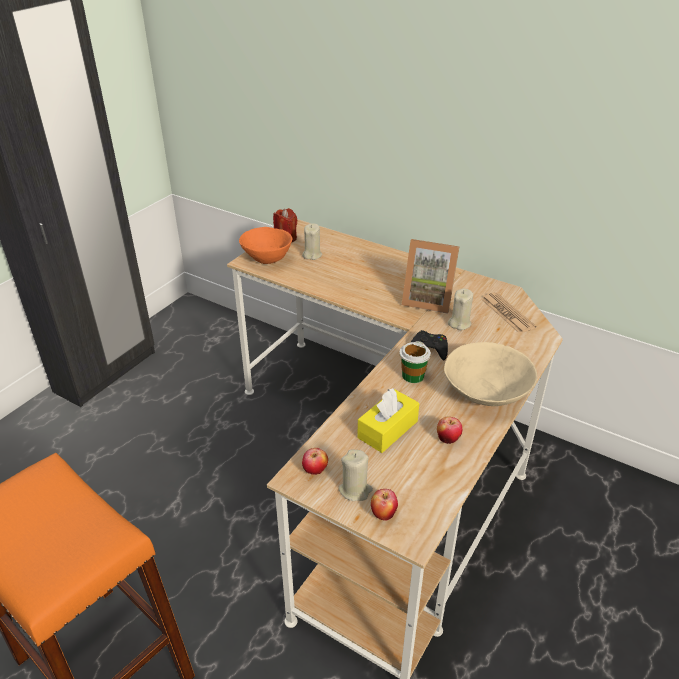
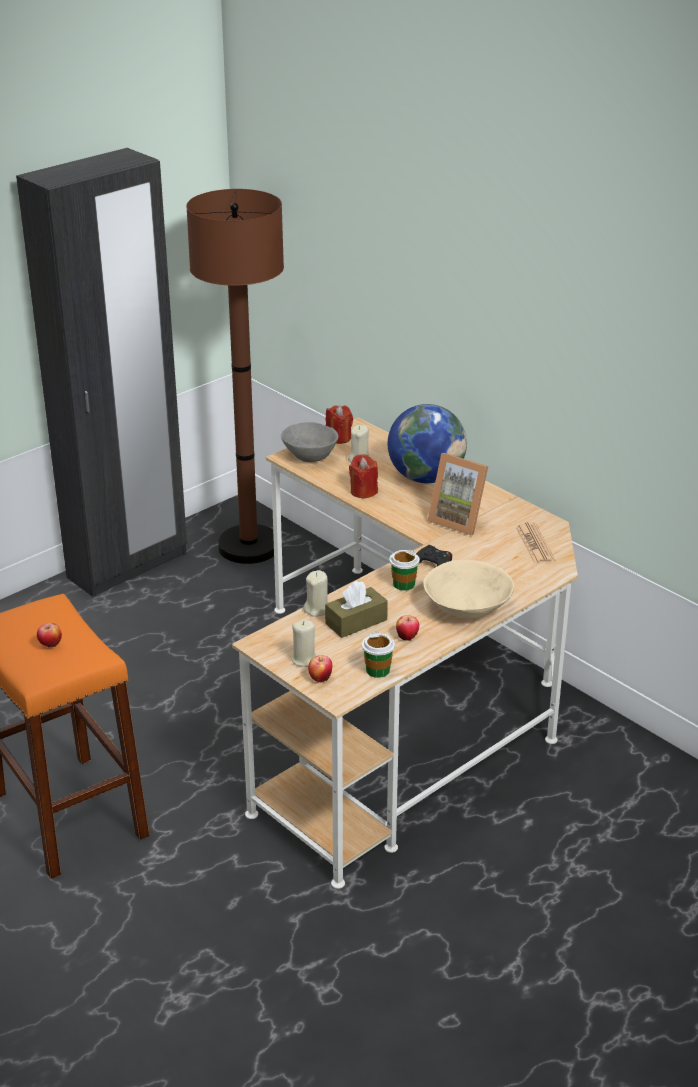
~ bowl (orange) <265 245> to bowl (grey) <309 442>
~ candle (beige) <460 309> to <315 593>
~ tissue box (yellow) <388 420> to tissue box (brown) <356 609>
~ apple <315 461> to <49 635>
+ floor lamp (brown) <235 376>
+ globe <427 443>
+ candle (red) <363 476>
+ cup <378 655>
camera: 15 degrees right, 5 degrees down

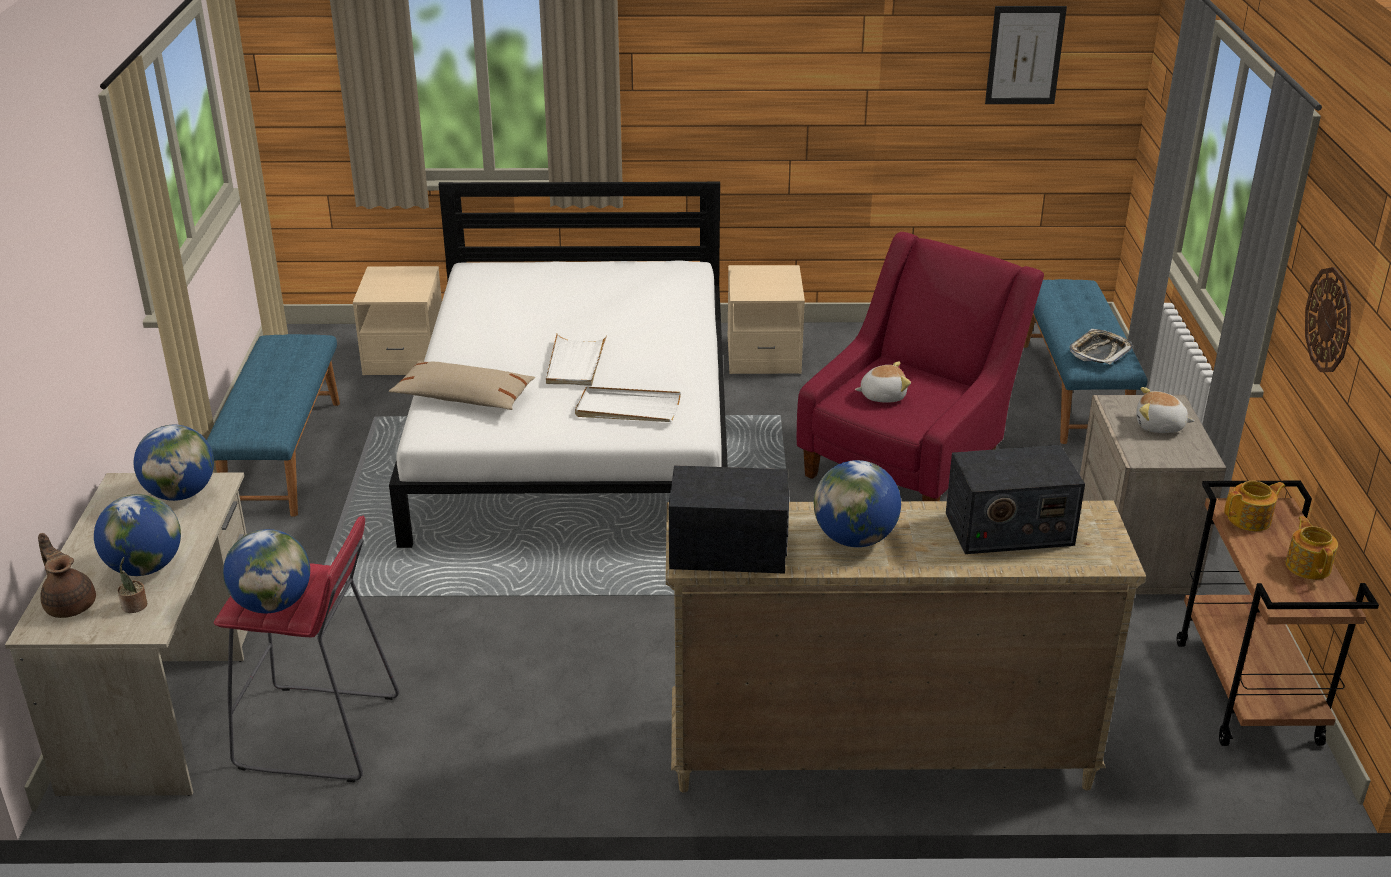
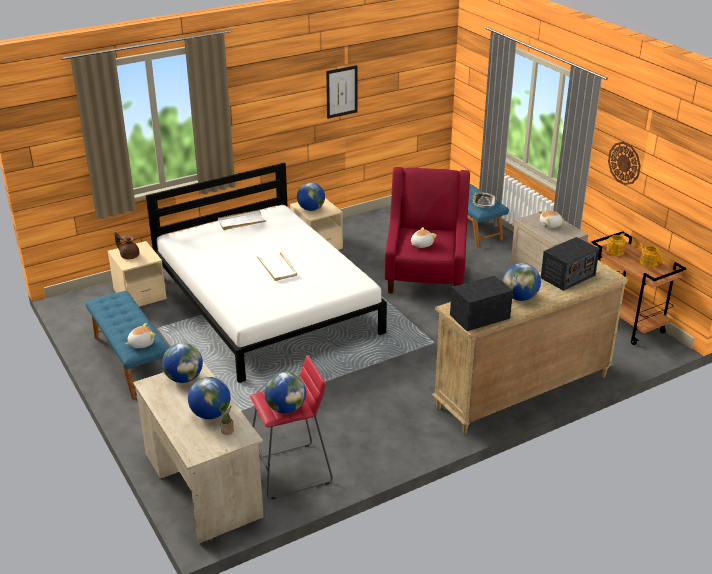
~ picture <1026 55> to <341 92>
- pillow (beige) <462 385>
~ tray (white) <628 404> to <242 220>
~ teapot (brown) <67 575> to <126 245>
+ globe <311 197>
+ plush toy <140 335>
camera: 30 degrees left, 0 degrees up

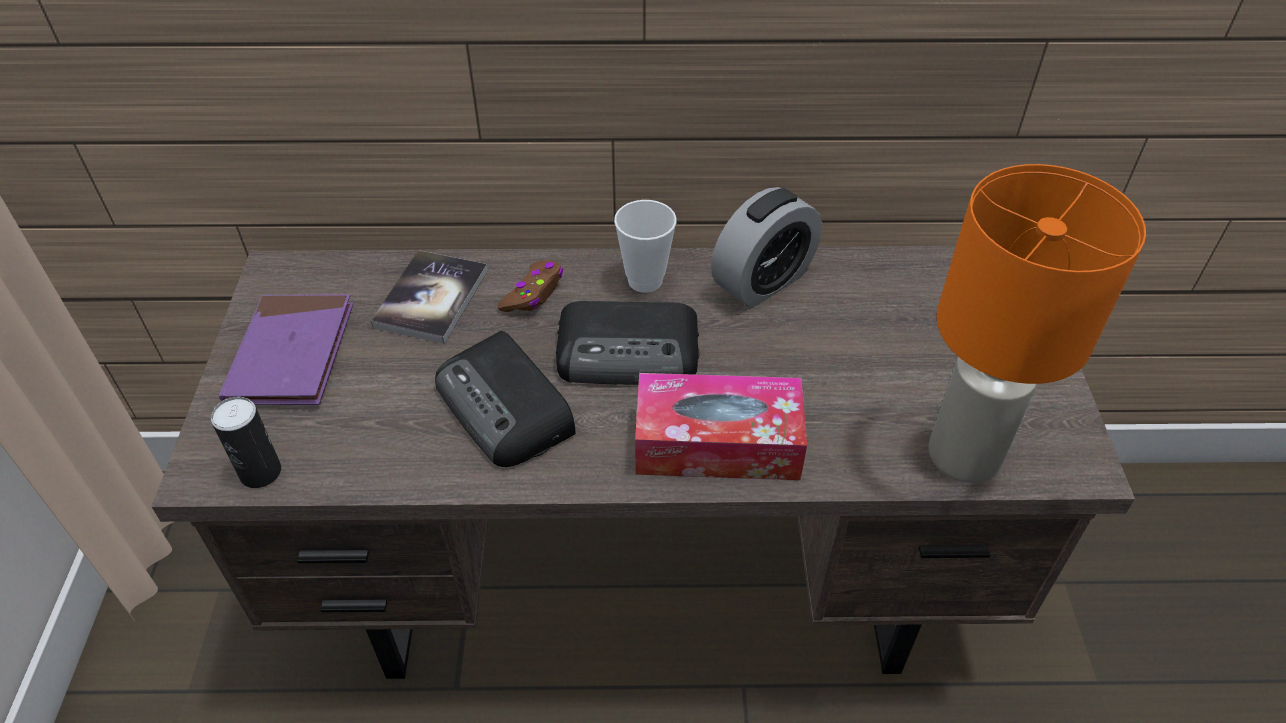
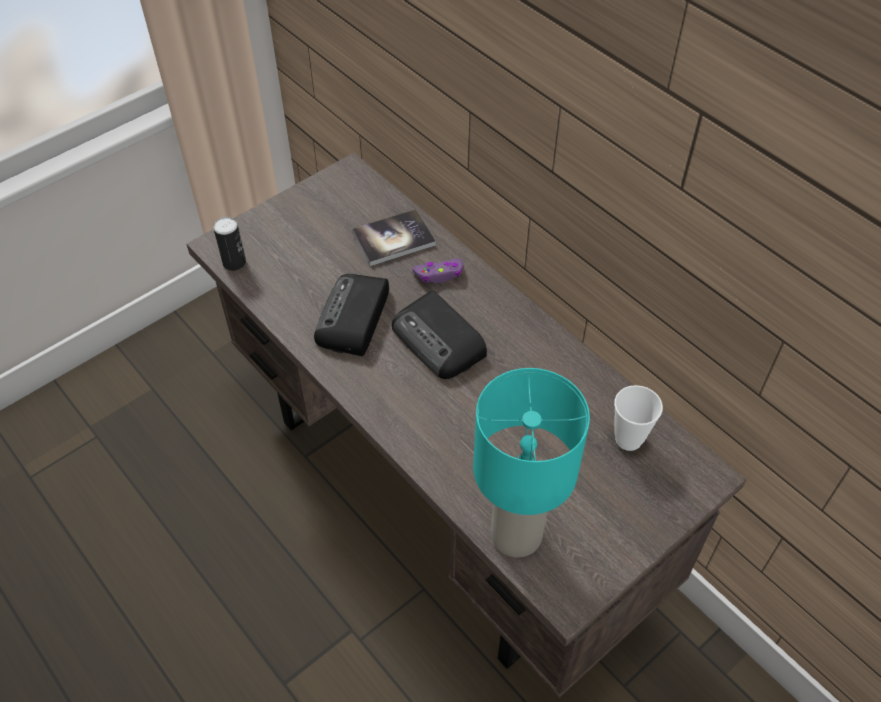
~ table lamp (orange) <1037 323> to table lamp (turquoise) <531 463>
- alarm clock <766 247>
~ cup <645 246> to <638 418>
~ game controller (brown) <530 286> to game controller (purple) <437 270>
- book (purple) <286 349>
- tissue box <721 426>
camera: 50 degrees right, 5 degrees up

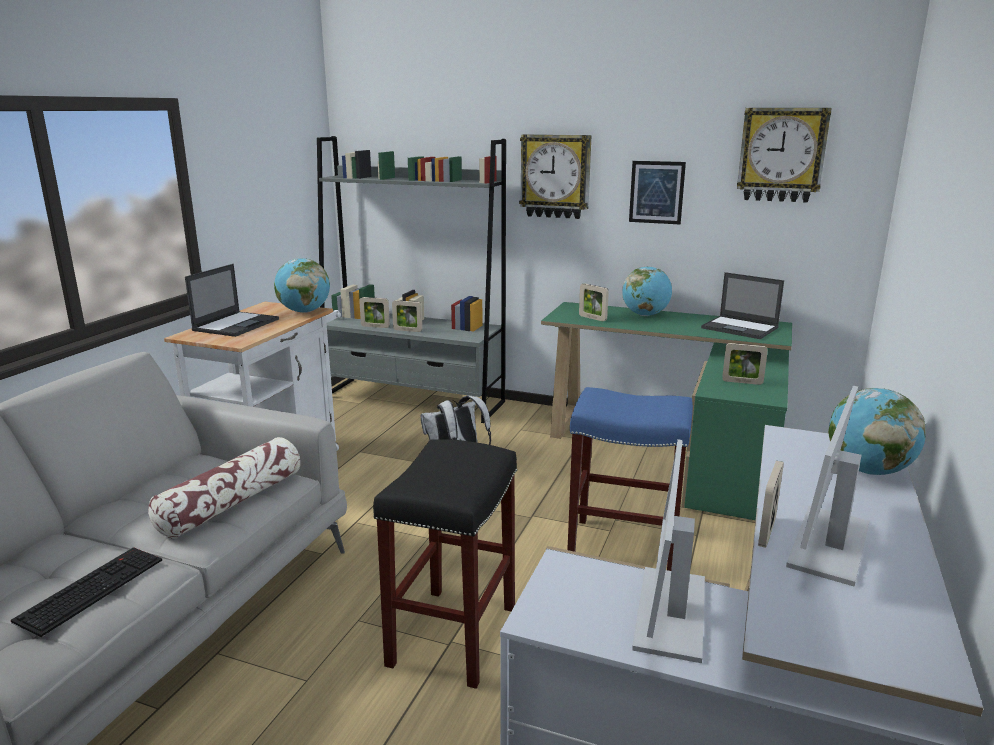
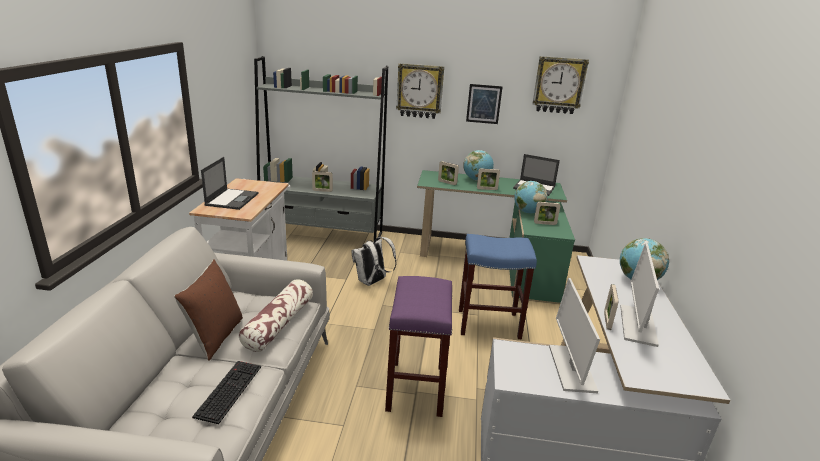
~ globe <302 285> to <531 197>
~ picture frame <374 312> to <488 179>
~ stool (black) <445 564> to stool (purple) <418 346>
+ pillow (brown) <208 310>
camera: 15 degrees left, 5 degrees up

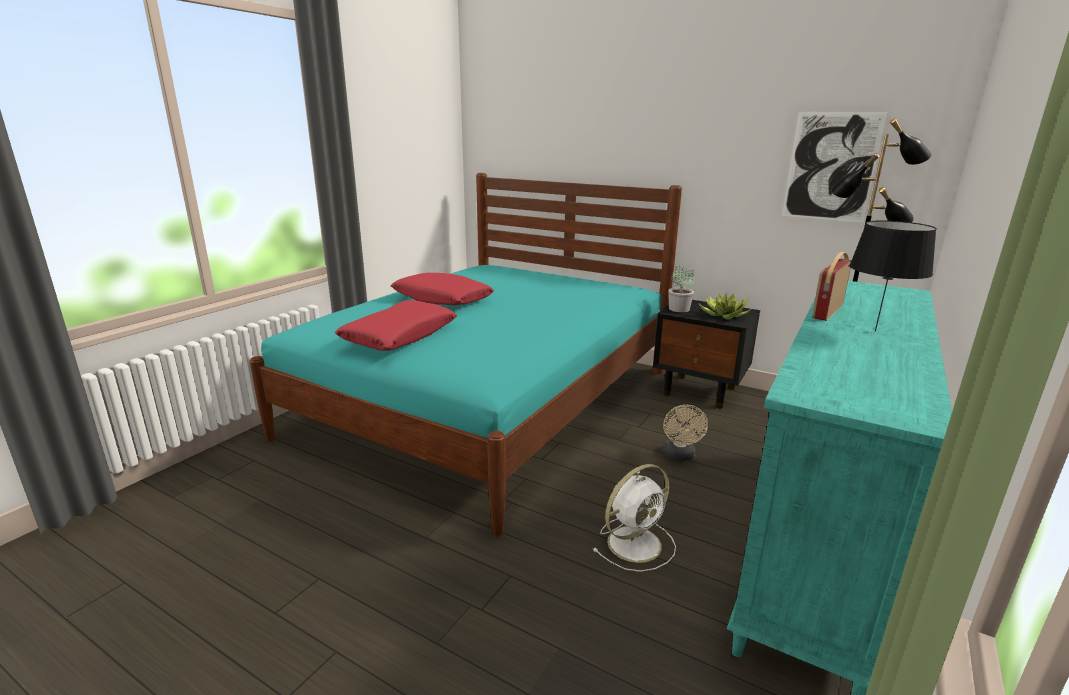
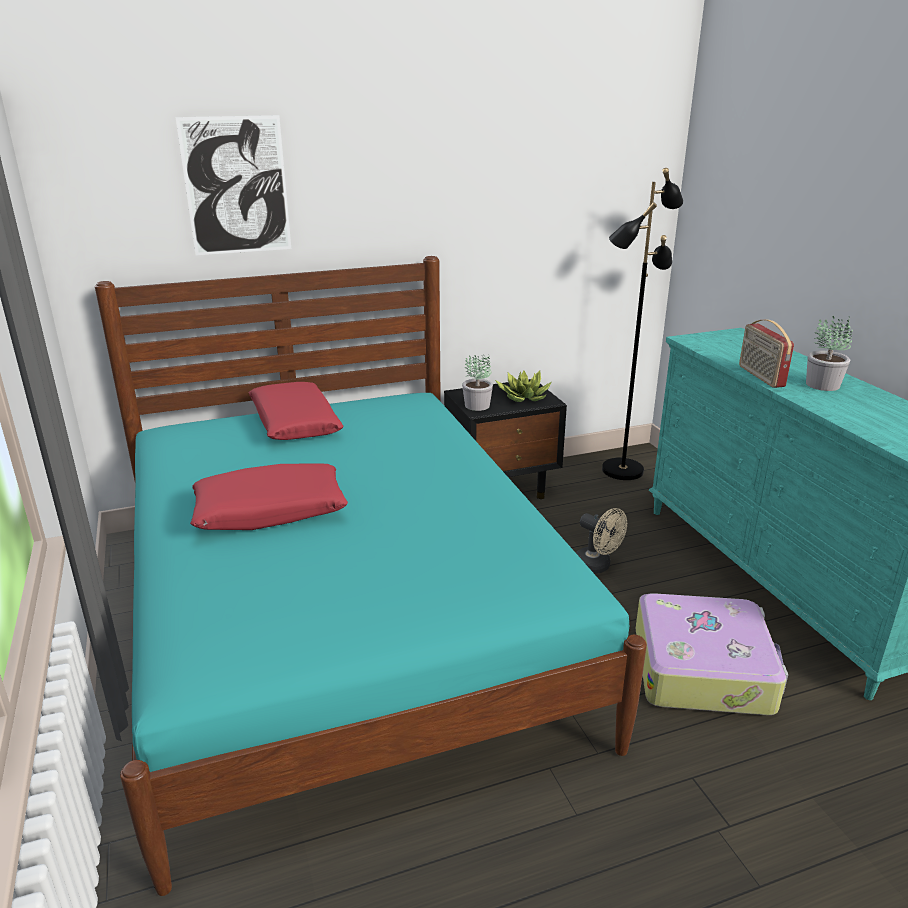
~ picture <834 167> to <233 185>
~ table lamp (black) <893 276> to potted plant <829 353>
~ pillow (red) <395 325> to <296 411>
~ fan (white) <634 518> to suitcase <711 654>
camera: 50 degrees left, 5 degrees up

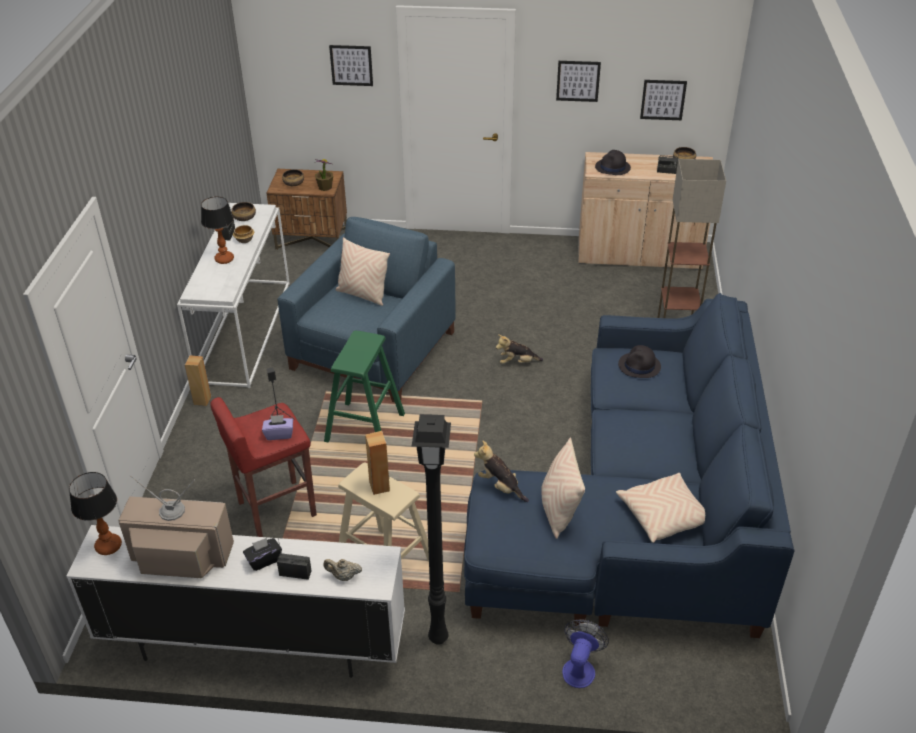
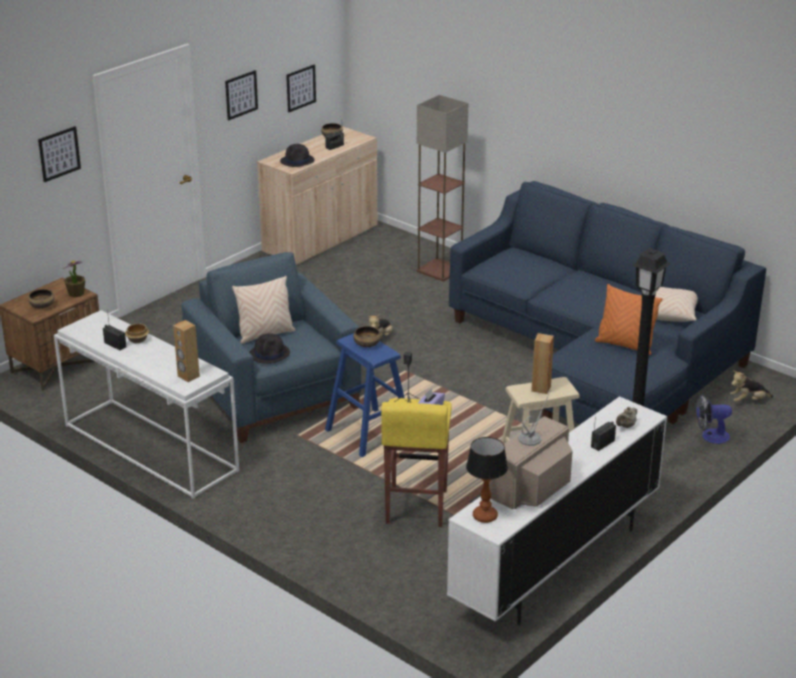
- table lamp <217 230>
~ bowl <243 211> to <367 336>
~ stool (green) <364 386> to stool (blue) <365 395>
~ hat (black) <639 361> to <269 348>
~ speaker (brown) <198 380> to <186 351>
~ stool (red) <263 467> to stool (yellow) <416 462>
~ pillow (beige) <563 488> to pillow (orange) <629 319>
~ plush toy <501 471> to <751 386>
- tissue box (black) <262 554>
~ fan <585 653> = <714 419> 60 degrees counterclockwise
camera: 55 degrees left, 10 degrees down

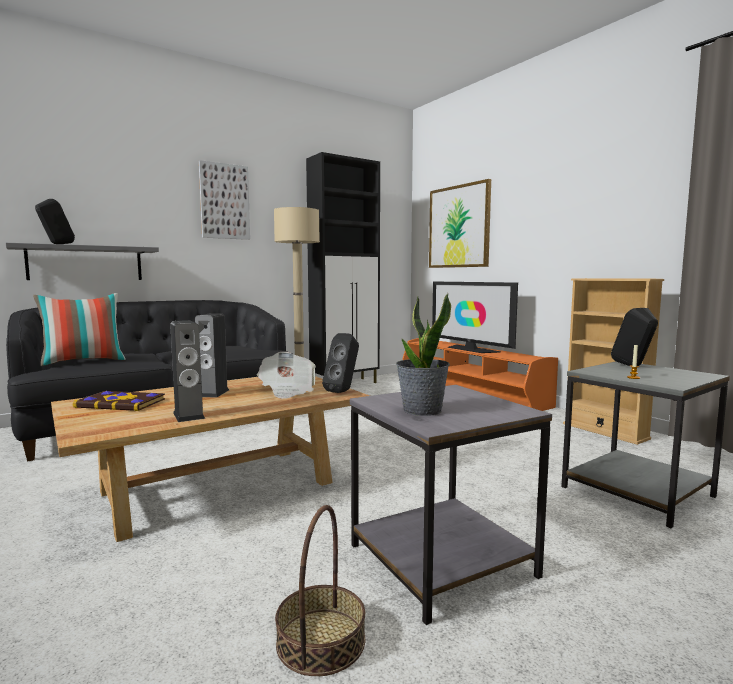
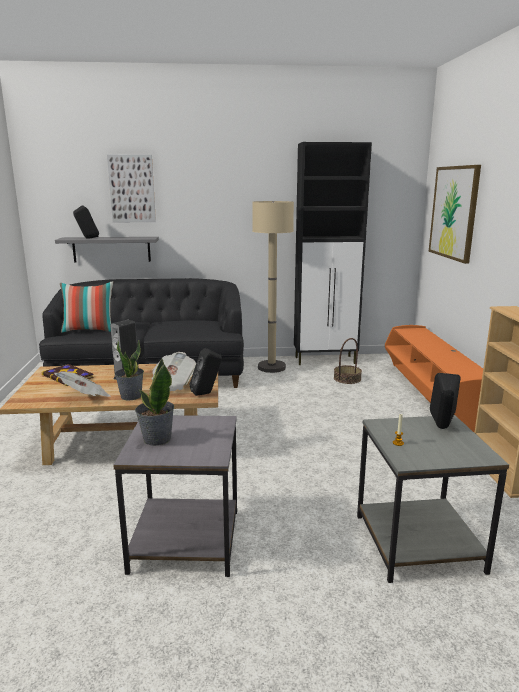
~ picture <224 200> to <131 188>
- television <475 317>
~ speaker <187 371> to newspaper <82 384>
~ basket <320 590> to <348 361>
+ potted plant <129 370>
camera: 30 degrees right, 10 degrees up

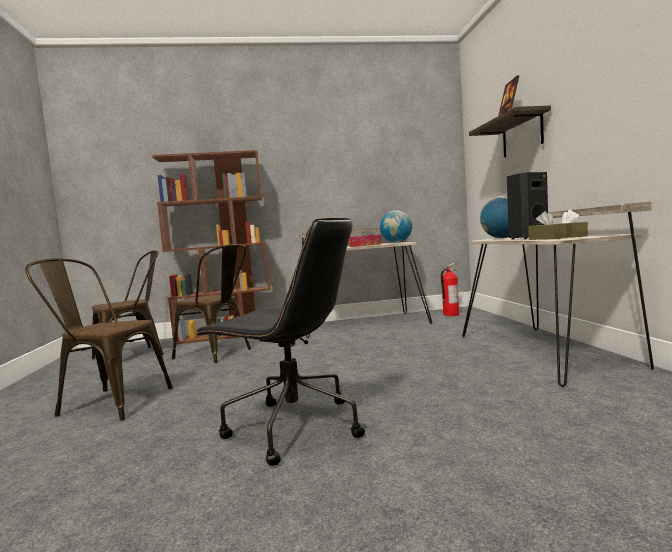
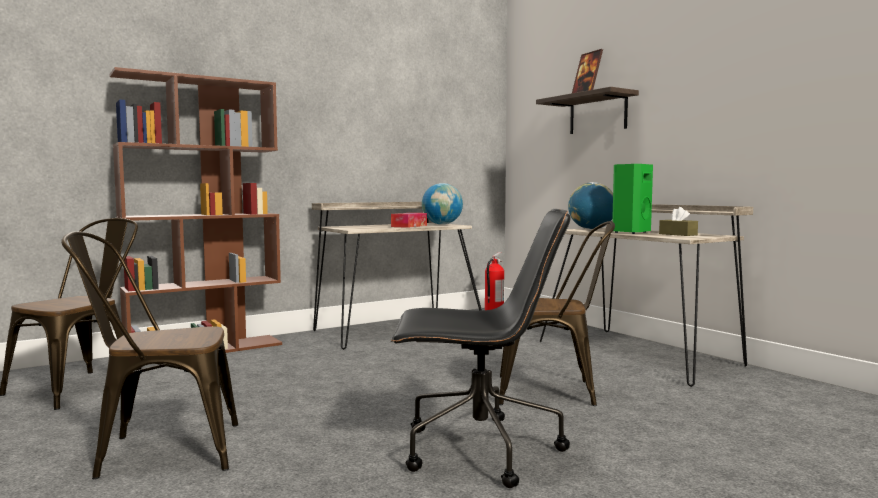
~ speaker (black) <527 205> to speaker (green) <632 199>
- tissue box (brown) <547 225>
~ chair (brown) <211 303> to <557 313>
camera: 25 degrees left, 0 degrees up

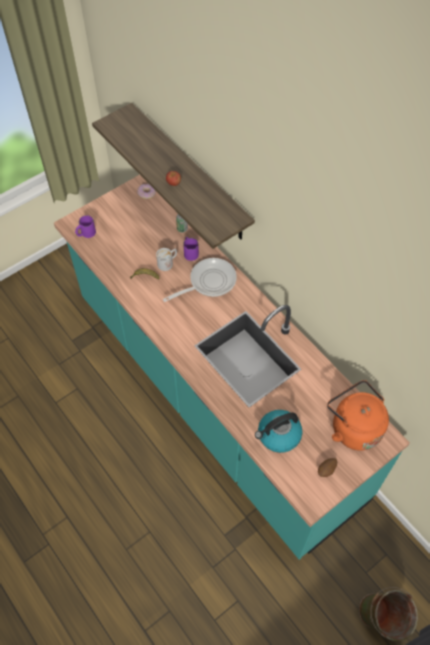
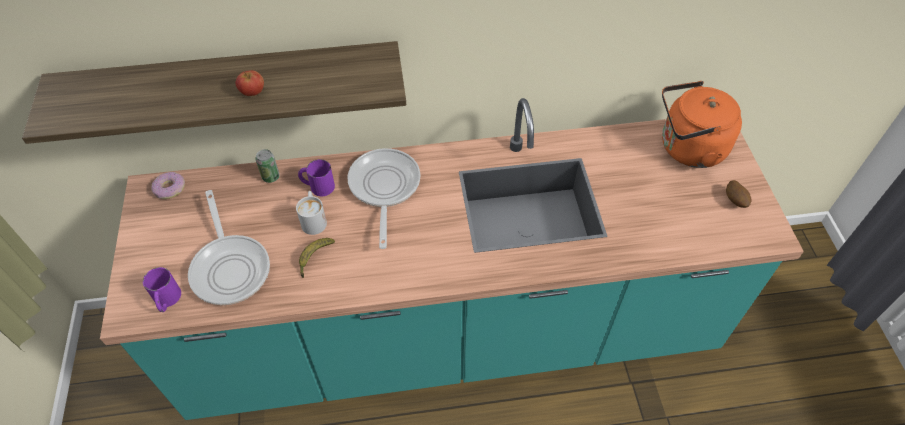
- kettle <278 431>
- bucket (green) <388 614>
+ frying pan <229 247>
camera: 60 degrees left, 5 degrees down

